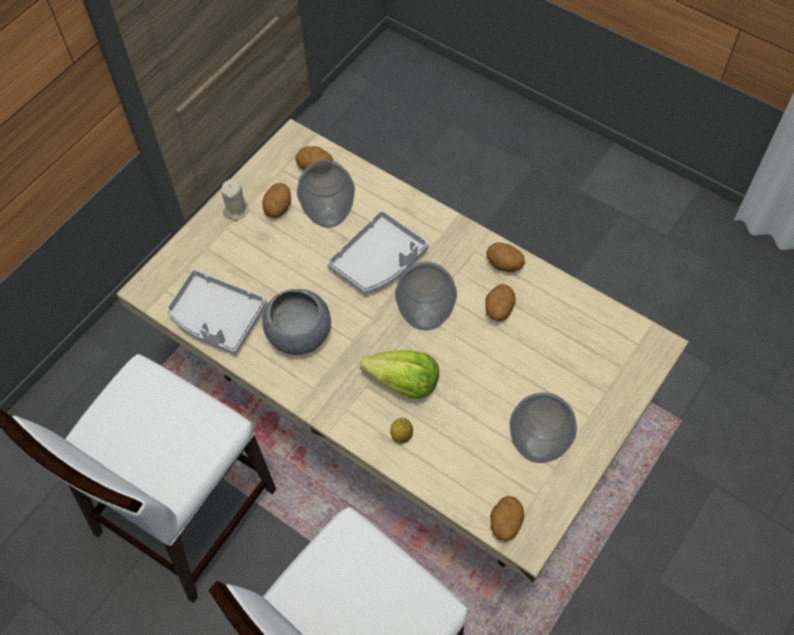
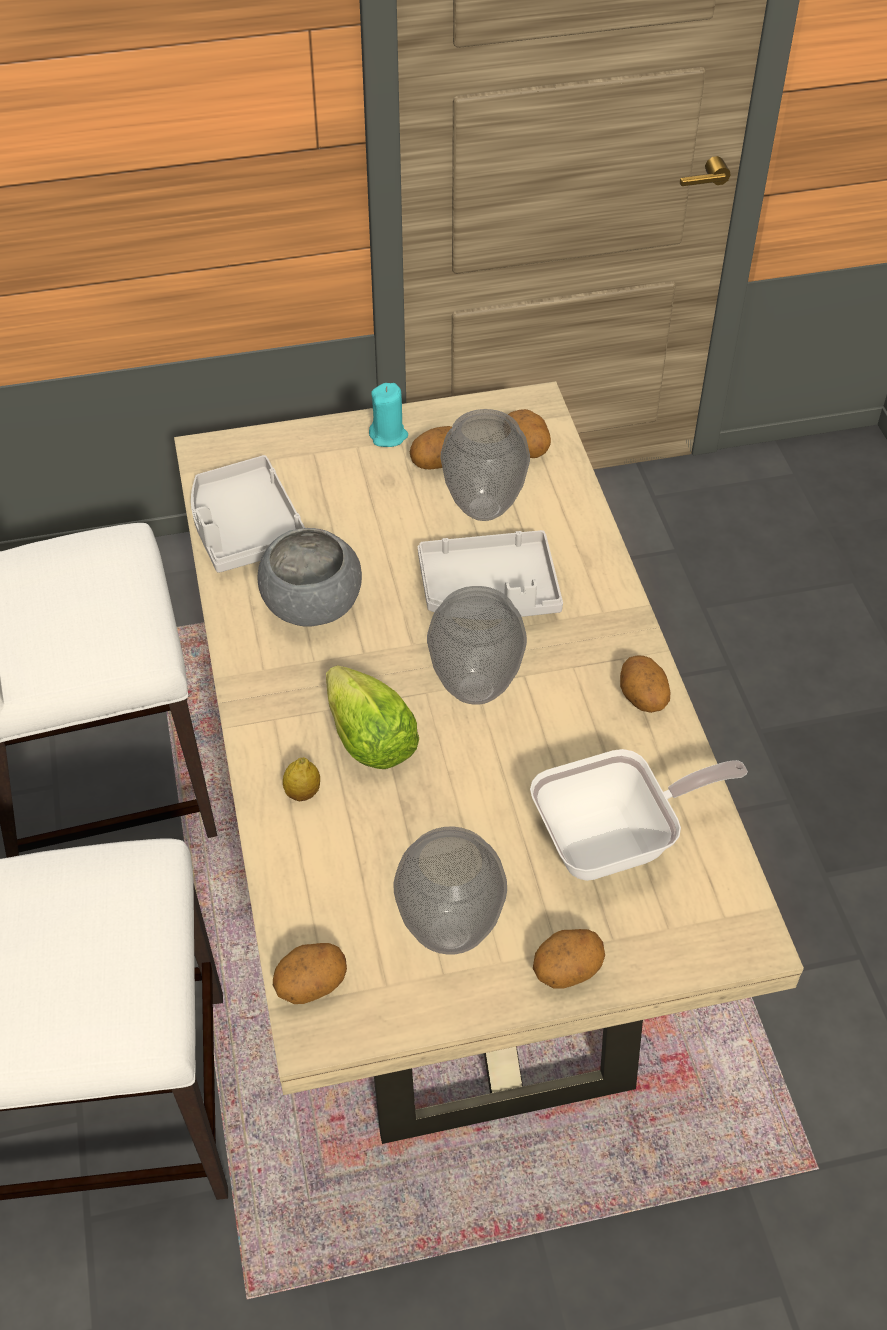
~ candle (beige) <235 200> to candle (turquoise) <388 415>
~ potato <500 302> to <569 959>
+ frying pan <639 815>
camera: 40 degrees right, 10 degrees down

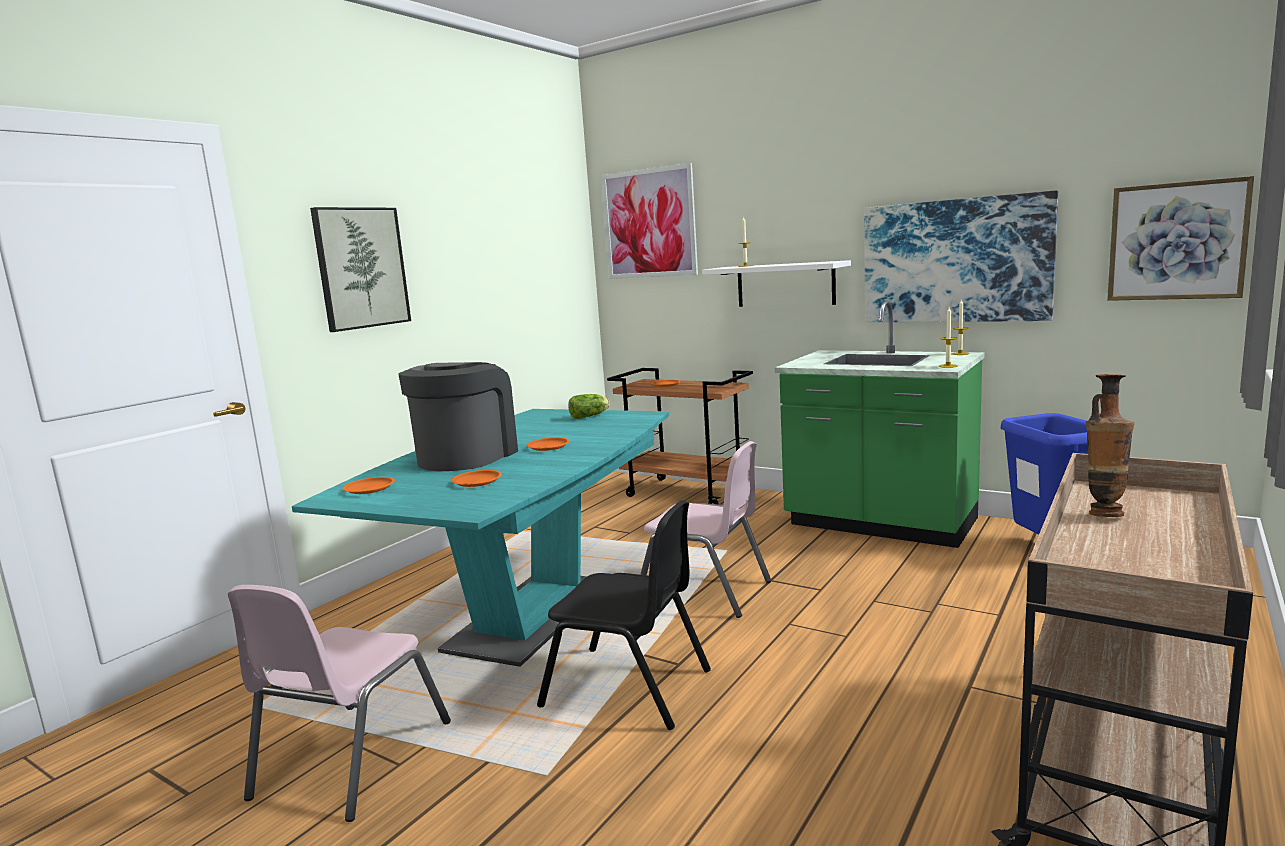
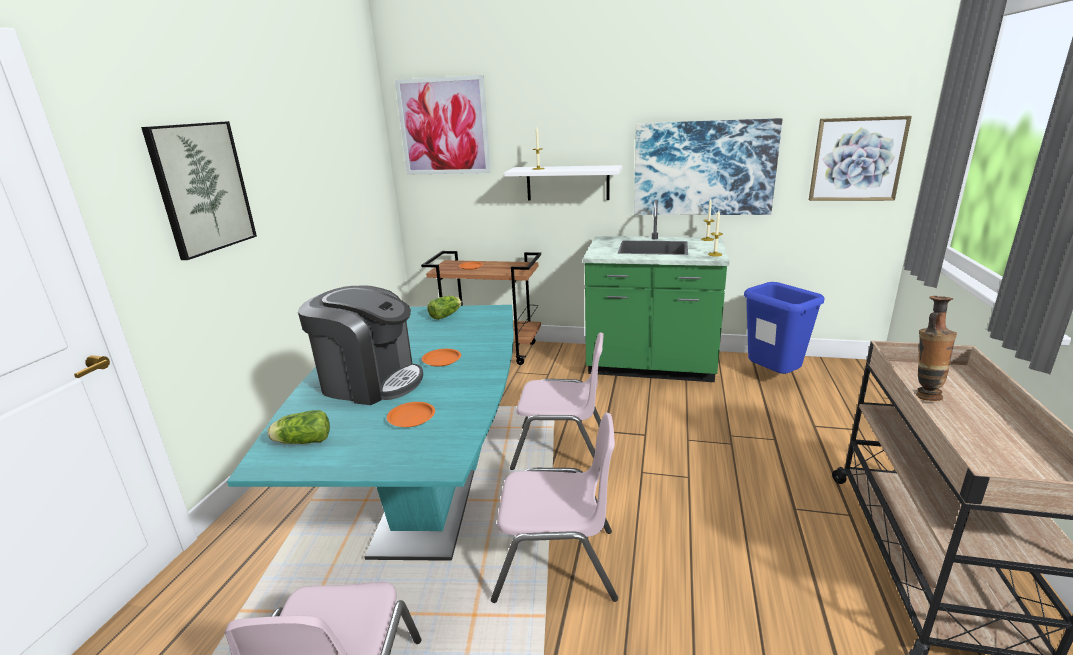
~ coffee machine <458 416> = <360 345> 105 degrees clockwise
~ plate (orange) <369 485> to lettuce <298 427>
~ chair (black) <624 615> to chair (pink) <554 507>
camera: 20 degrees left, 10 degrees up

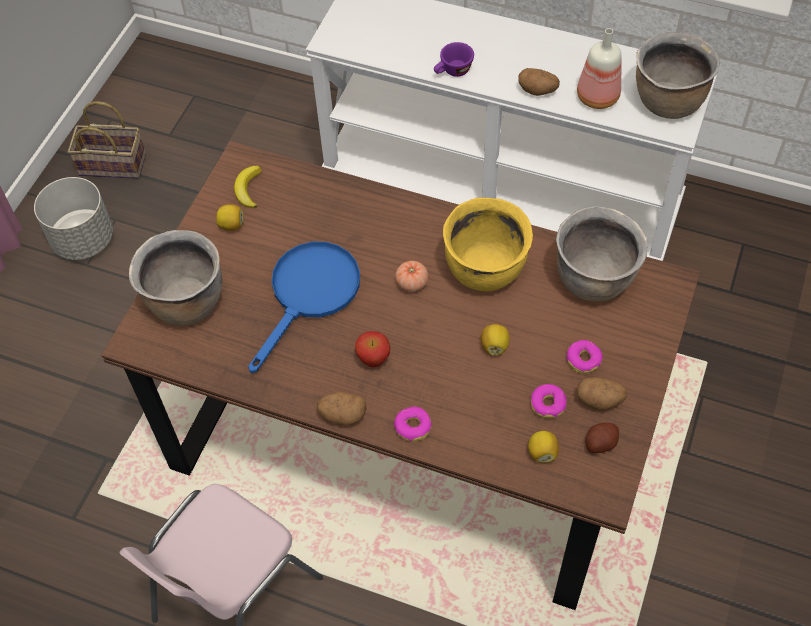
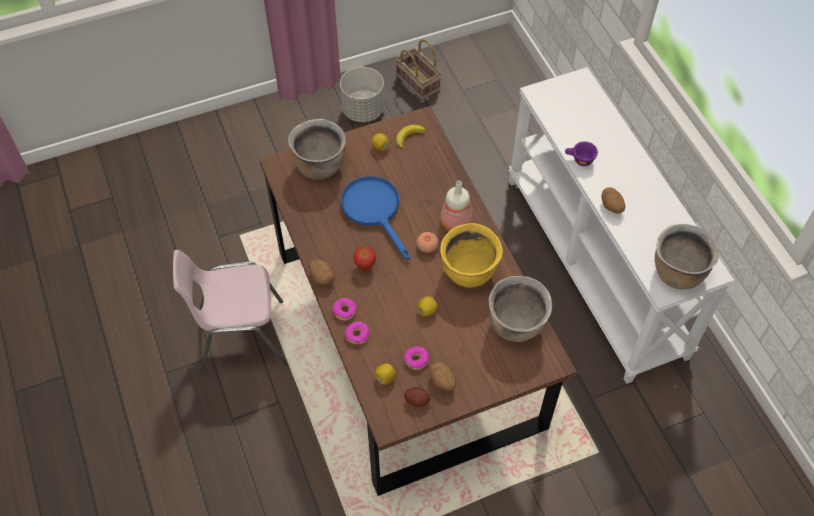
~ bottle <599 68> to <456 206>
~ frying pan (blue) <304 307> = <375 218> 105 degrees counterclockwise
~ donut <584 357> to <357 333>
camera: 45 degrees right, 0 degrees up

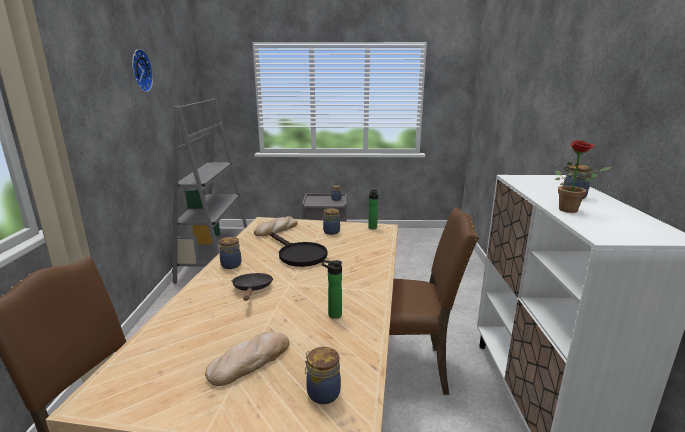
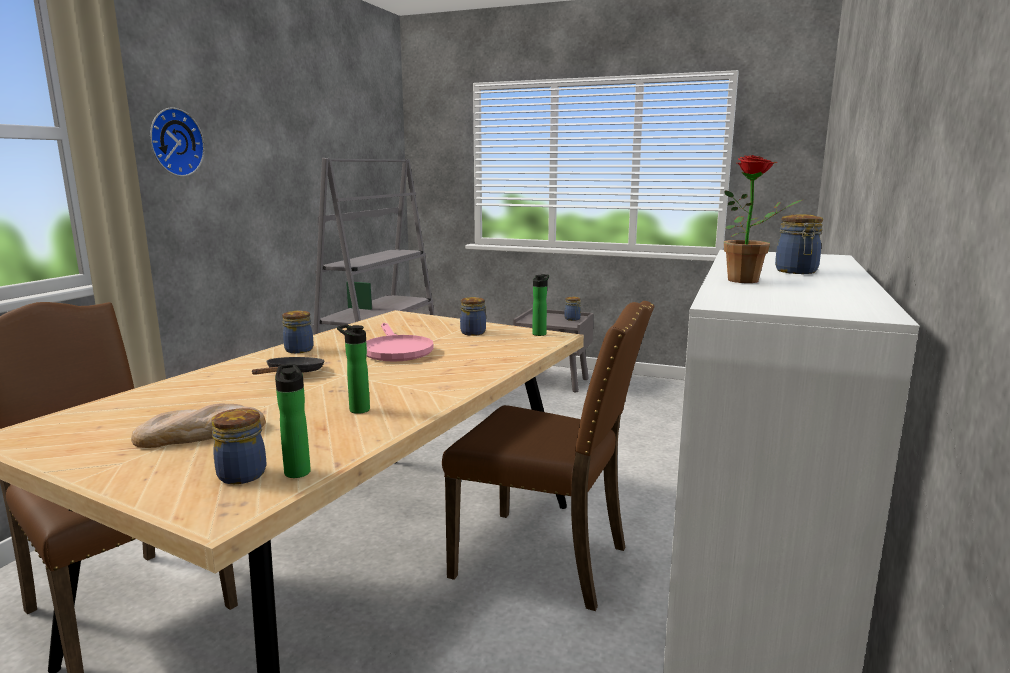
~ wall clock <142 70> to <177 142>
- bread <276 226>
~ frying pan (black) <299 249> to frying pan (pink) <400 342>
+ bottle <293 421>
camera: 20 degrees right, 5 degrees down

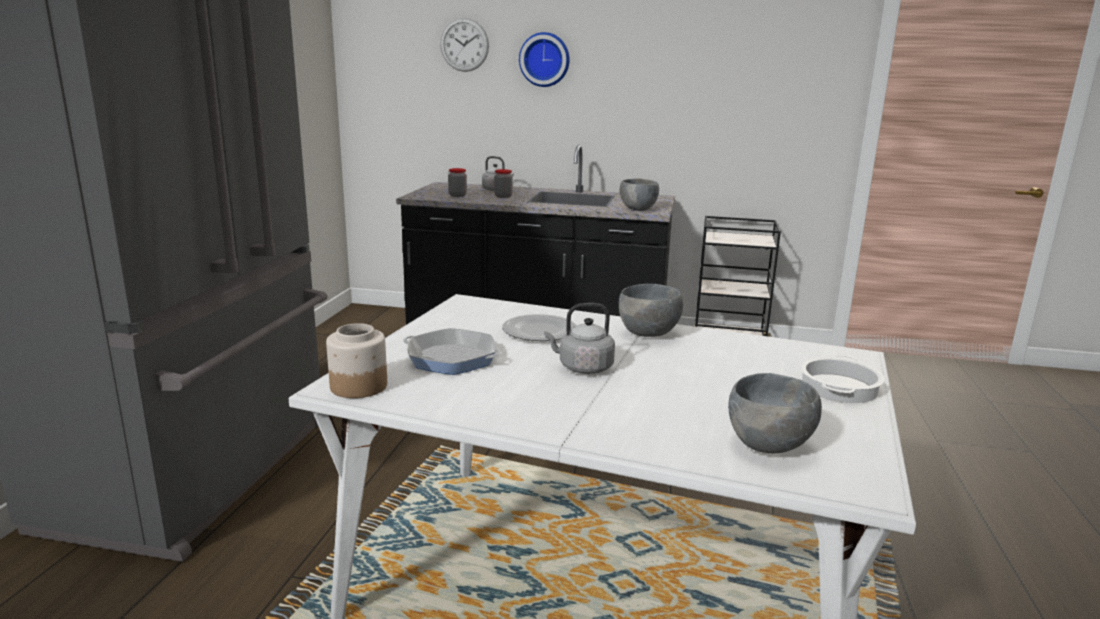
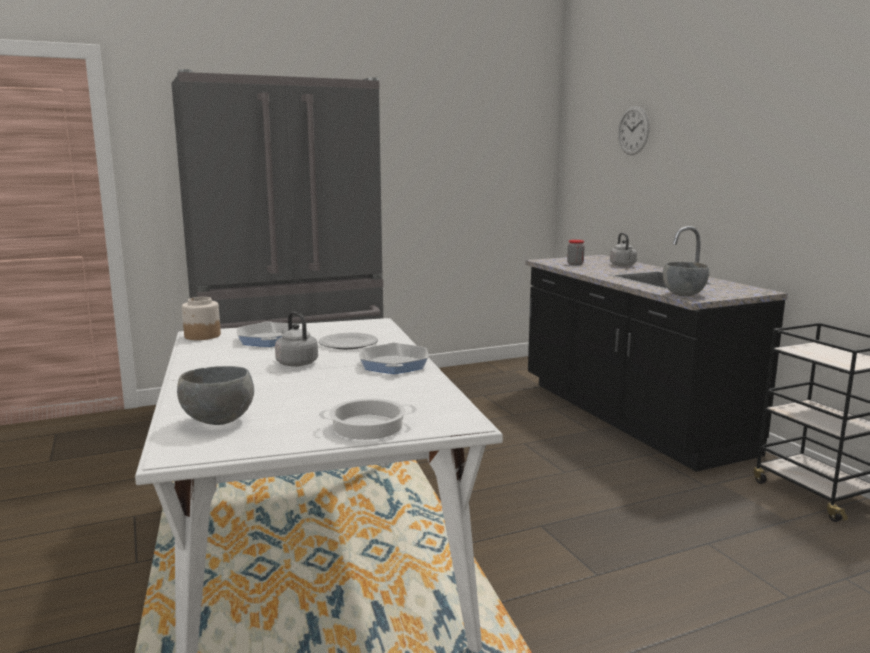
- wall clock <544 59>
- jar <503 183>
~ bowl (grey) <651 310> to frying pan <393 358>
camera: 55 degrees right, 5 degrees down

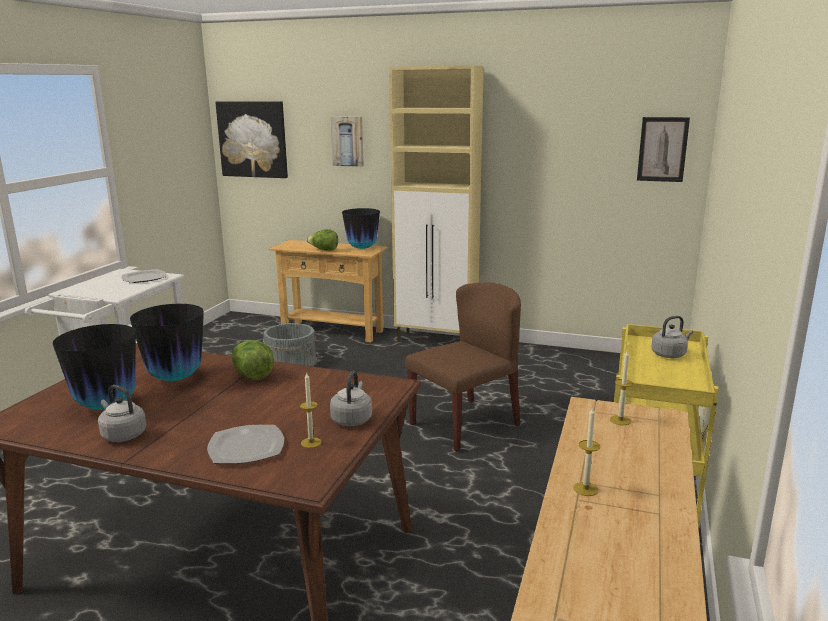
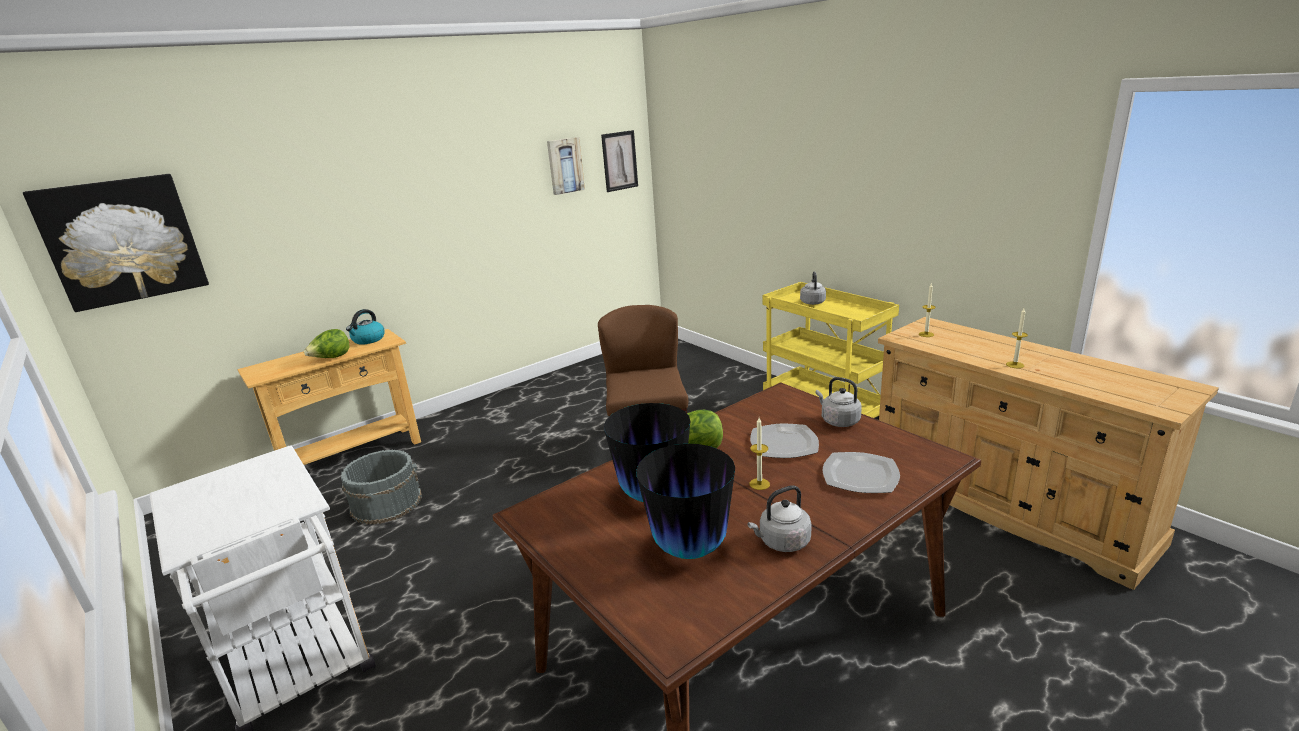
- cabinet (beige) <436 203>
~ picture <347 142> to <566 166>
~ vase <361 228> to kettle <365 327>
~ plate <143 276> to <784 441>
~ candle <311 410> to <759 454>
camera: 55 degrees left, 5 degrees up

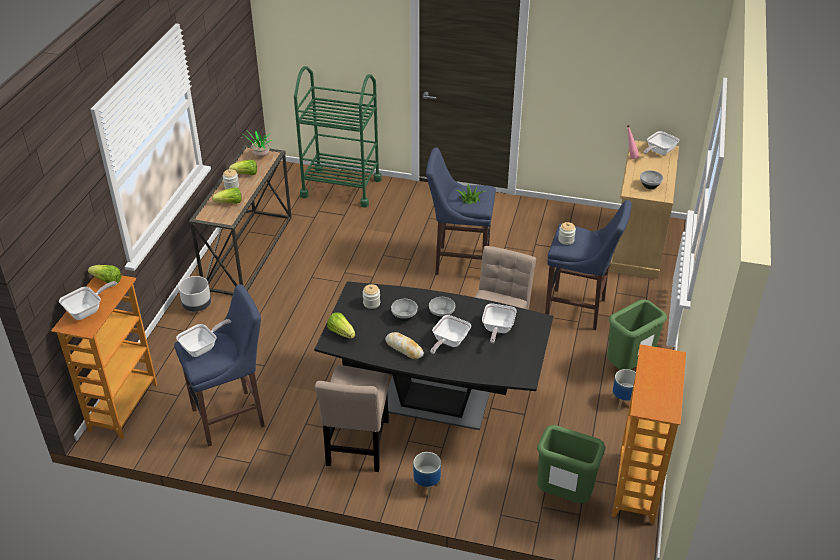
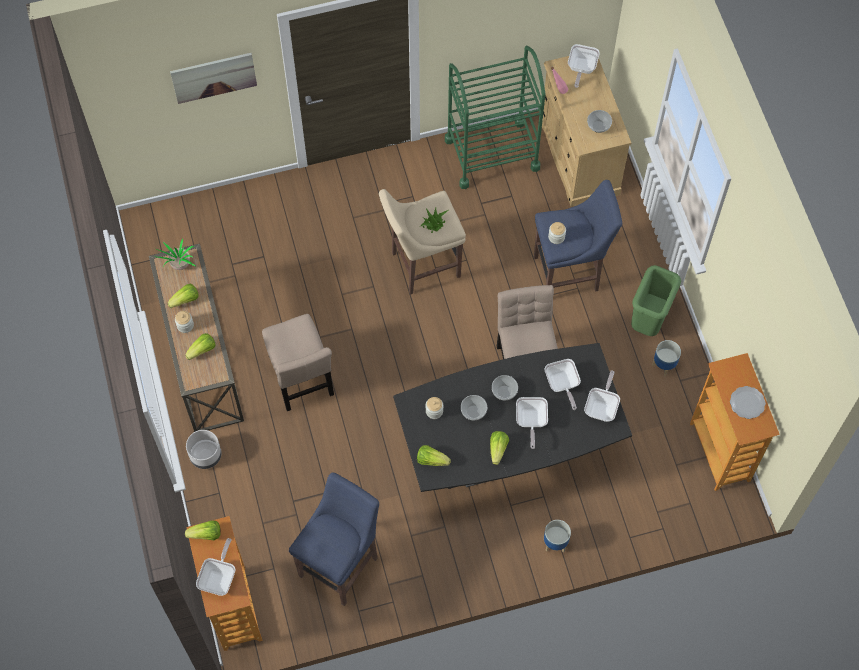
~ cart (green) <338 137> to <495 117>
~ stool (blue) <461 211> to stool (beige) <422 242>
~ frying pan <203 338> to <602 396>
~ bread <404 345> to lettuce <499 448>
~ chair (beige) <352 418> to <298 362>
- trash can (green) <571 464>
+ picture <213 78>
+ plate <748 402>
camera: 30 degrees left, 25 degrees up

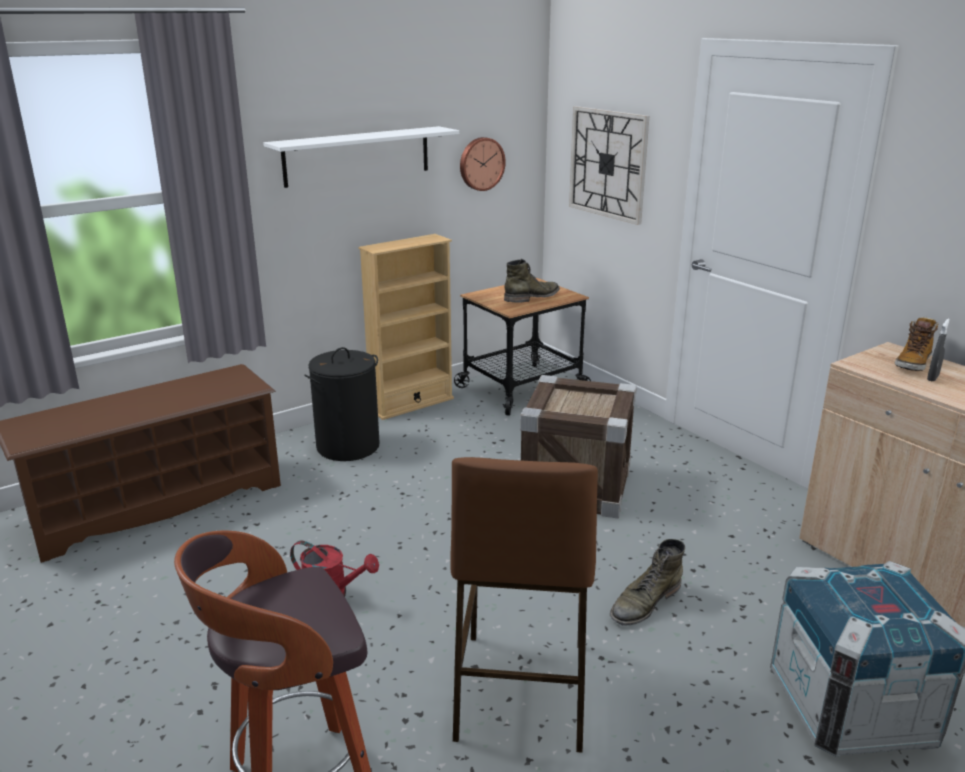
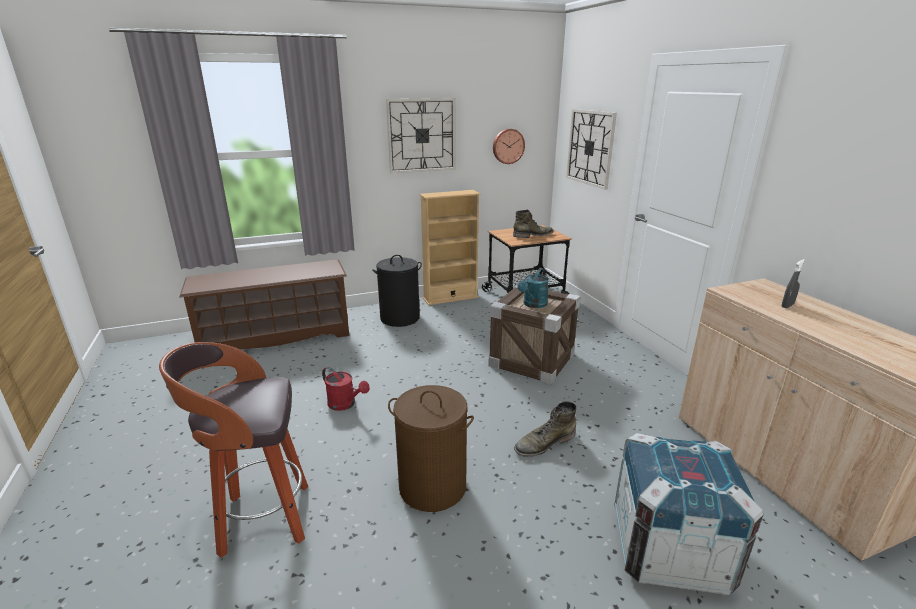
~ shelf (white) <361 157> to wall clock <421 136>
- boot <916 343>
~ stool (brown) <524 605> to laundry basket (brown) <431 448>
+ watering can (turquoise) <533 288>
camera: 15 degrees right, 0 degrees up

